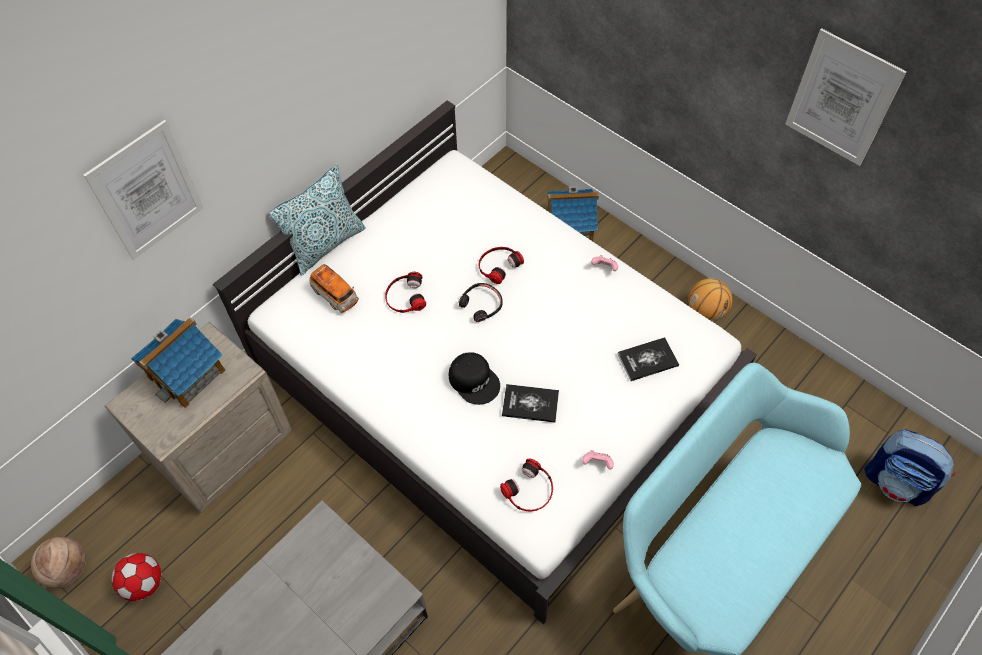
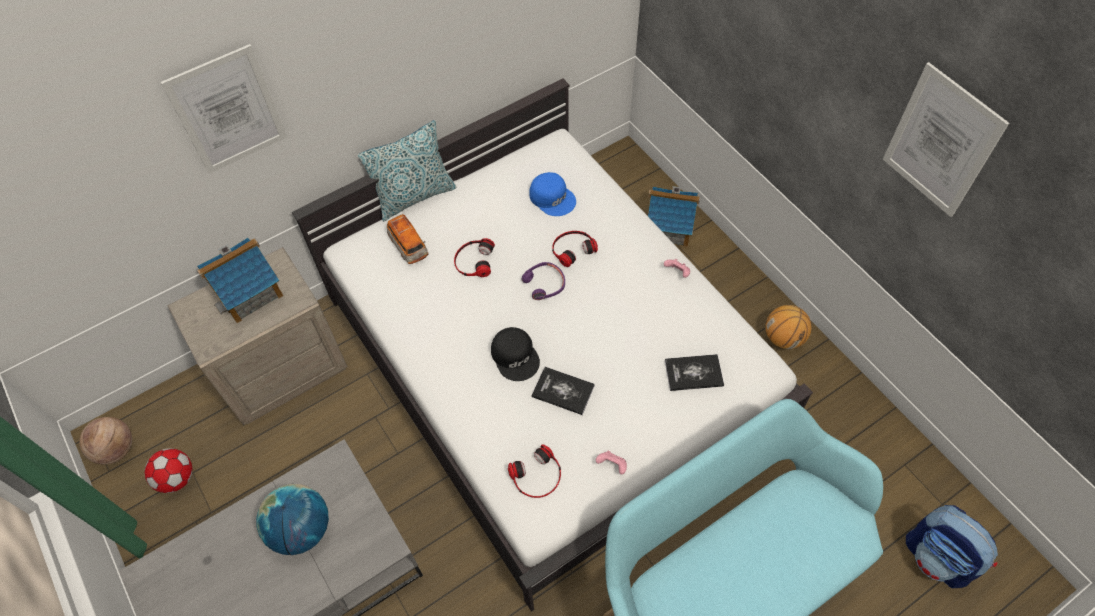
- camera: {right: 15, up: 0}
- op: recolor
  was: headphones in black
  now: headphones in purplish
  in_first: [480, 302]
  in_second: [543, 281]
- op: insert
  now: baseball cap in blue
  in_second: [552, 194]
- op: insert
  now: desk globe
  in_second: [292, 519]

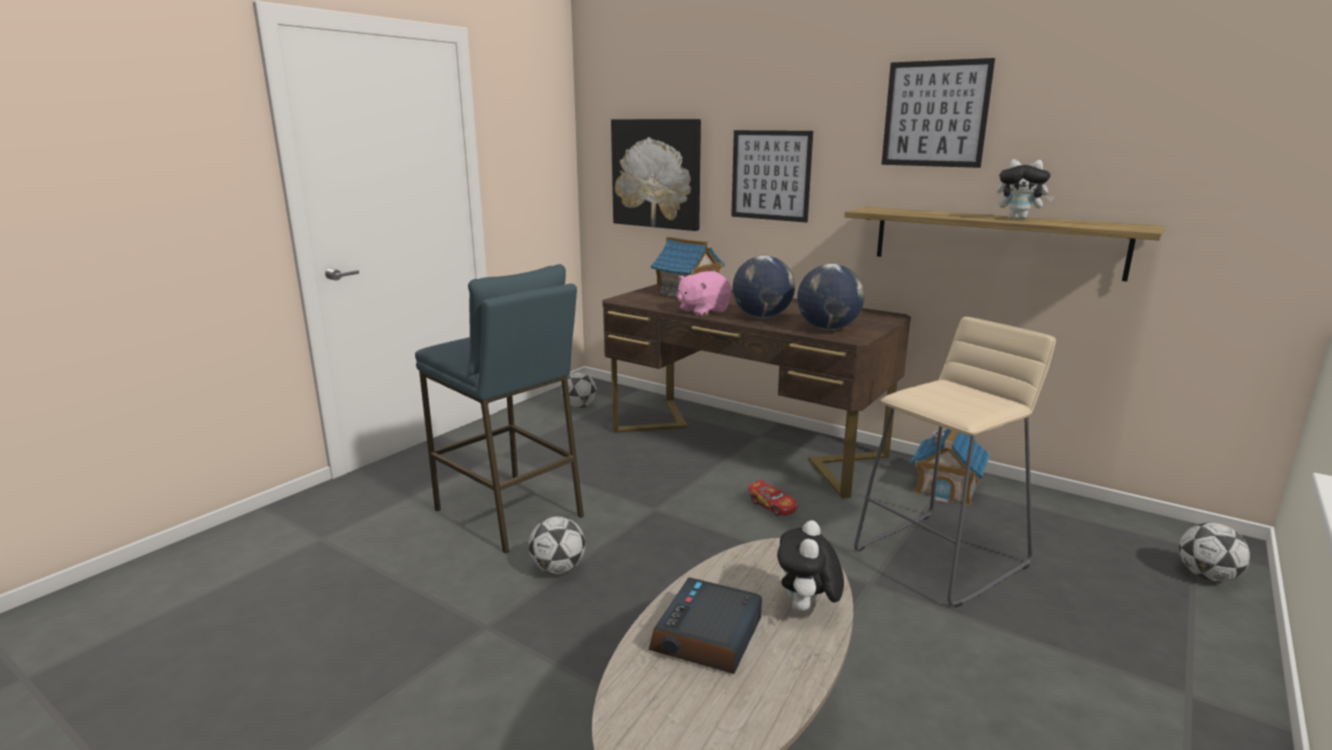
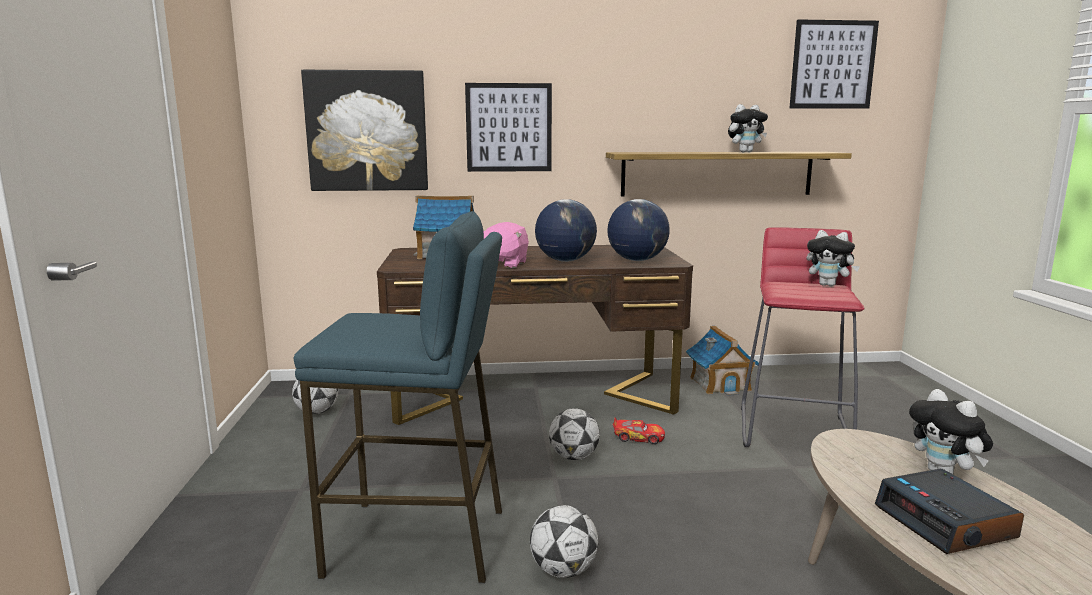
- camera: {right: -40, up: -5}
- op: move
  was: wall art
  in_first: [938, 113]
  in_second: [834, 64]
- op: recolor
  was: stool seat in beige-coloured
  now: stool seat in red
  in_first: [955, 462]
  in_second: [803, 337]
- op: move
  was: football
  in_first: [1214, 552]
  in_second: [574, 434]
- op: insert
  now: plush toy
  in_second: [833, 258]

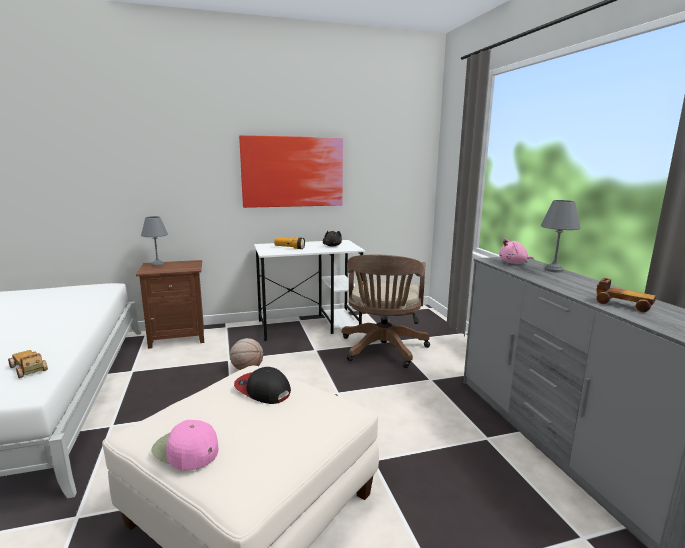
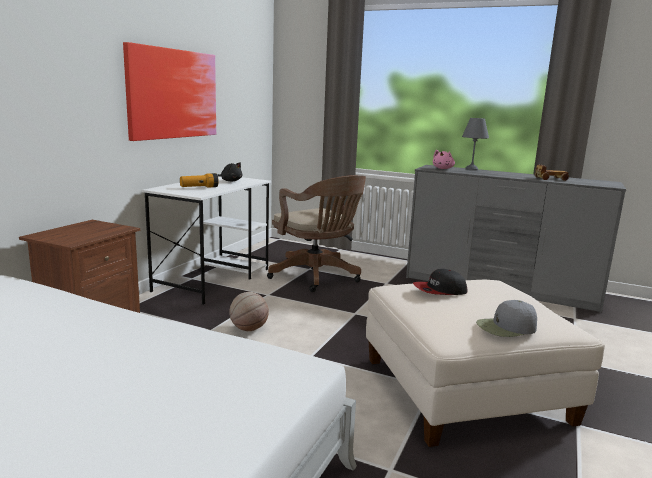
- camera: {right: -50, up: 0}
- op: delete
  was: table lamp in gray
  in_first: [154, 241]
- op: delete
  was: miniature car
  in_first: [28, 364]
- op: recolor
  was: baseball cap in pink-coloured
  now: baseball cap in gray
  in_first: [185, 445]
  in_second: [506, 318]

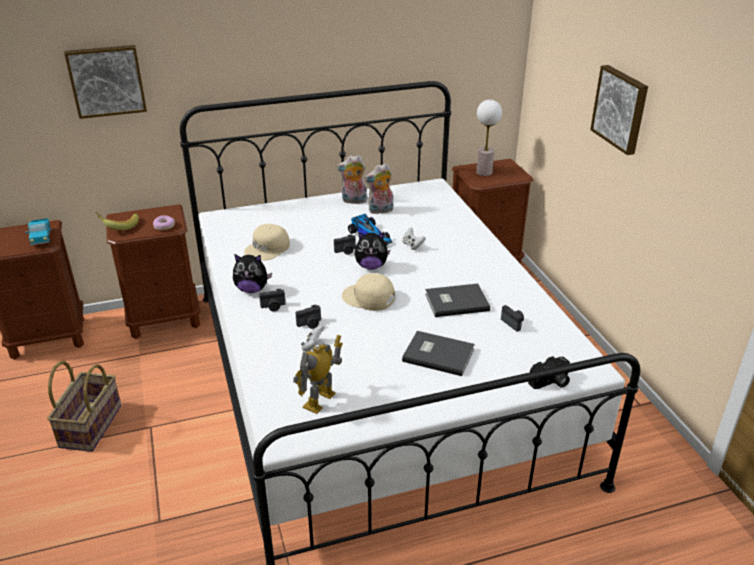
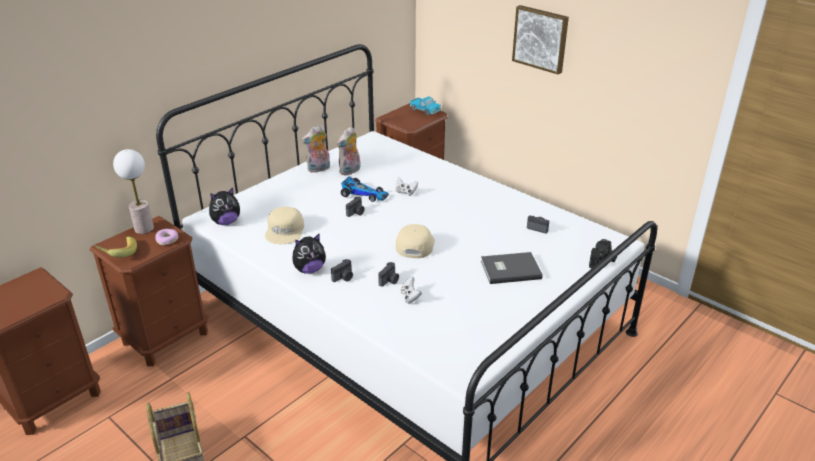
- camera: {right: -30, up: 0}
- op: delete
  was: wall art
  in_first: [105, 82]
- op: move
  was: table lamp
  in_first: [489, 138]
  in_second: [133, 191]
- op: move
  was: model truck
  in_first: [38, 231]
  in_second: [425, 105]
- op: move
  was: plush toy
  in_first: [372, 251]
  in_second: [224, 206]
- op: rotate
  was: baseball cap in beige-coloured
  in_first: [368, 292]
  in_second: [415, 241]
  clockwise: 105
- op: delete
  was: book in gray
  in_first: [457, 300]
- op: delete
  was: toy robot
  in_first: [318, 374]

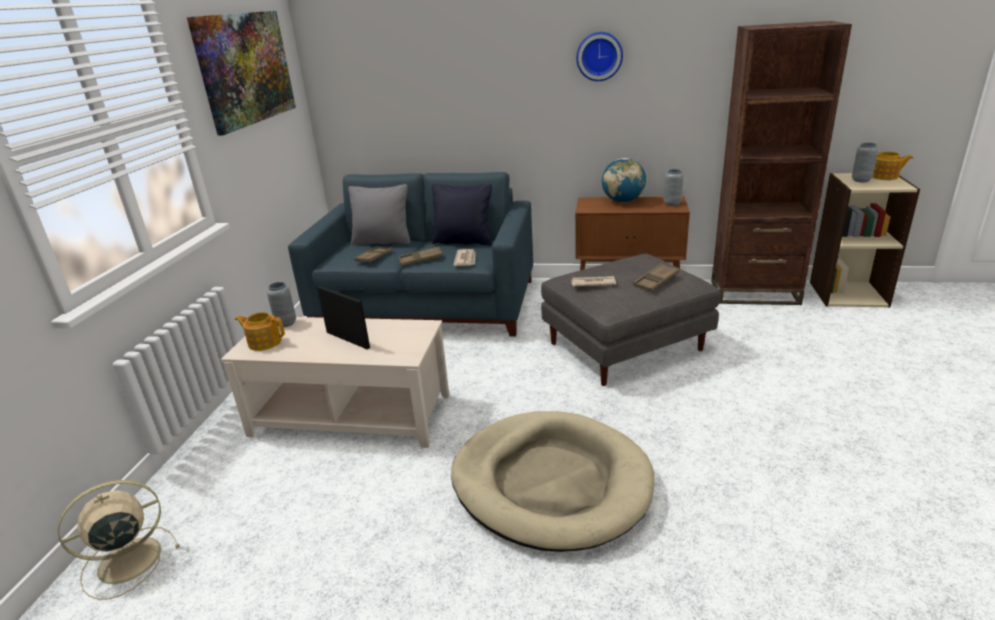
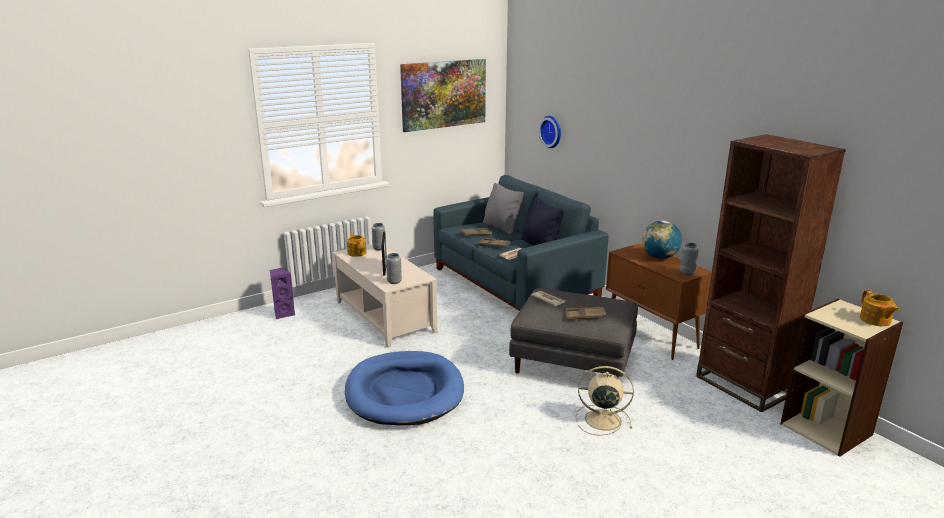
- camera: {right: 45, up: -5}
- op: move
  was: hanging clock
  in_first: [599, 56]
  in_second: [549, 132]
- op: move
  was: flower vase in gray
  in_first: [865, 162]
  in_second: [394, 268]
- op: recolor
  was: dog bed in beige-coloured
  now: dog bed in blue
  in_first: [553, 481]
  in_second: [404, 388]
- op: move
  was: cooling fan in beige-coloured
  in_first: [119, 540]
  in_second: [605, 401]
- op: insert
  now: loudspeaker in purplish
  in_second: [282, 293]

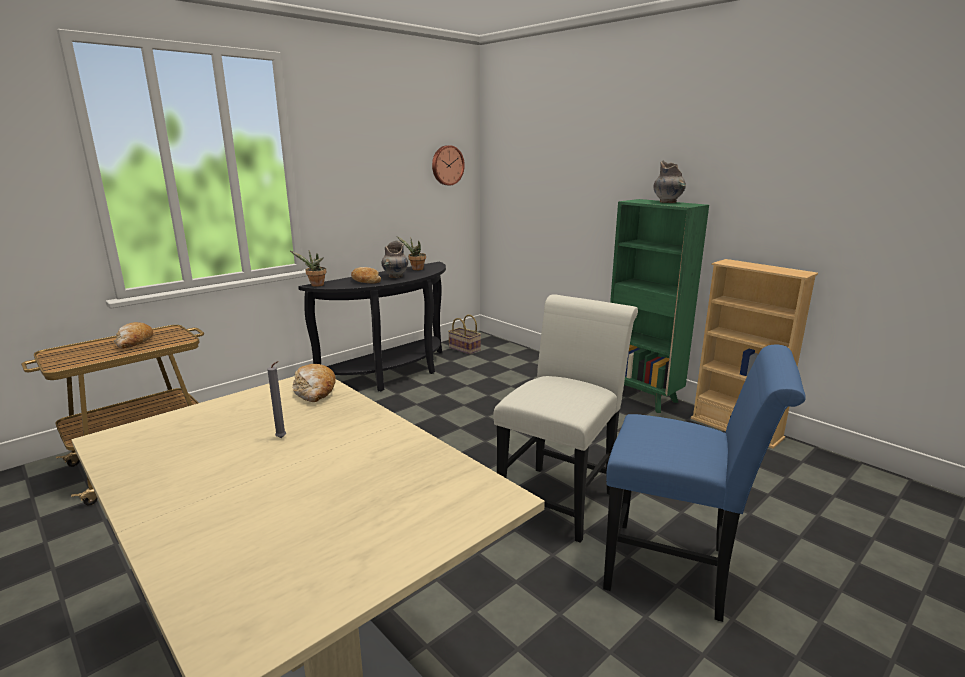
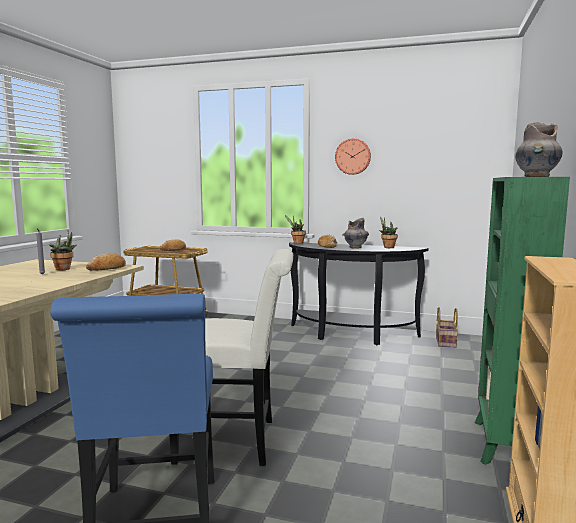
- camera: {right: 60, up: -10}
- op: move
  was: hanging clock
  in_first: [448, 165]
  in_second: [353, 156]
- op: insert
  now: houseplant
  in_second: [63, 251]

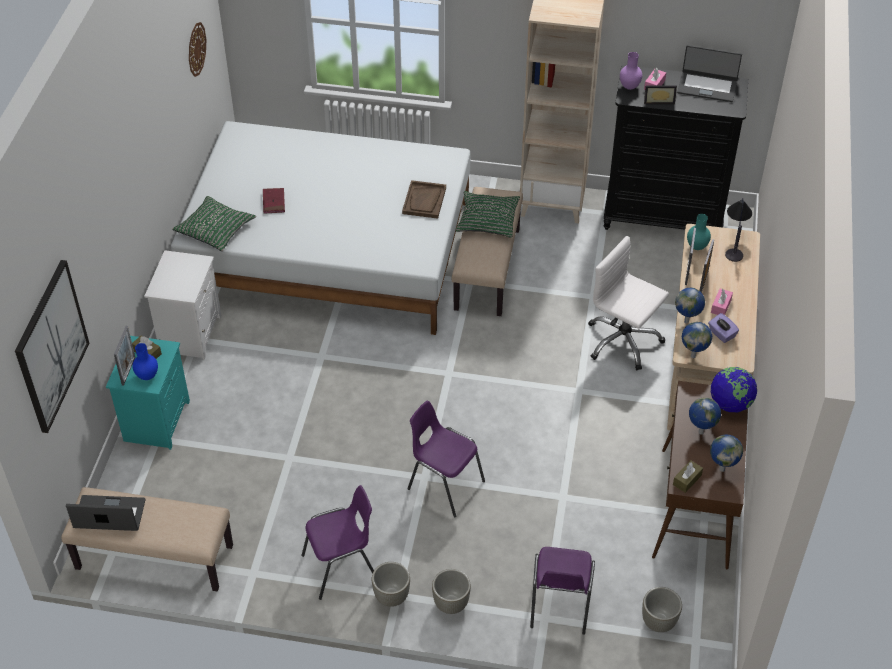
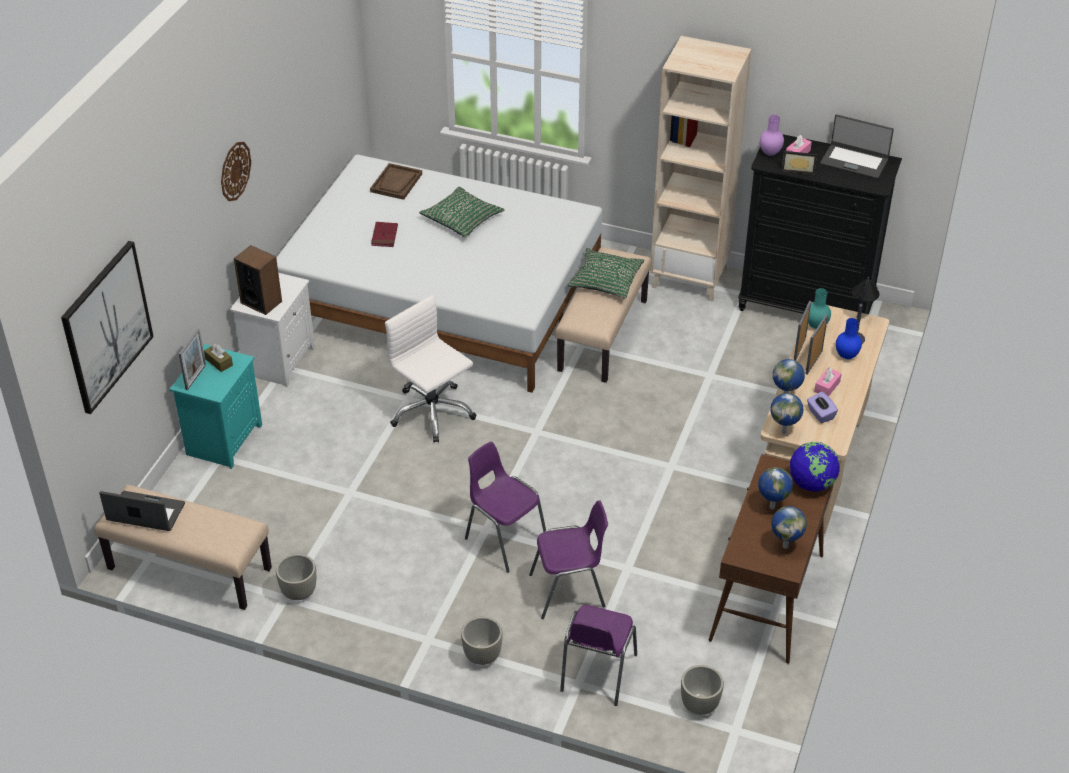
- camera: {right: 10, up: -5}
- op: move
  was: hanging clock
  in_first: [197, 49]
  in_second: [236, 171]
- op: move
  was: carrying tray in brown-coloured
  in_first: [424, 199]
  in_second: [396, 181]
- op: move
  was: cushion in green-coloured
  in_first: [214, 223]
  in_second: [462, 212]
- op: move
  was: desk chair in white
  in_first: [628, 303]
  in_second: [430, 369]
- op: move
  was: flower vase in blue
  in_first: [145, 361]
  in_second: [849, 338]
- op: delete
  was: box of tissues in brown-coloured
  in_first: [688, 476]
- op: move
  was: plain chair in purplish
  in_first: [338, 542]
  in_second: [568, 559]
- op: move
  was: flower pot in gray
  in_first: [391, 584]
  in_second: [296, 577]
- op: insert
  now: loudspeaker
  in_second: [258, 280]

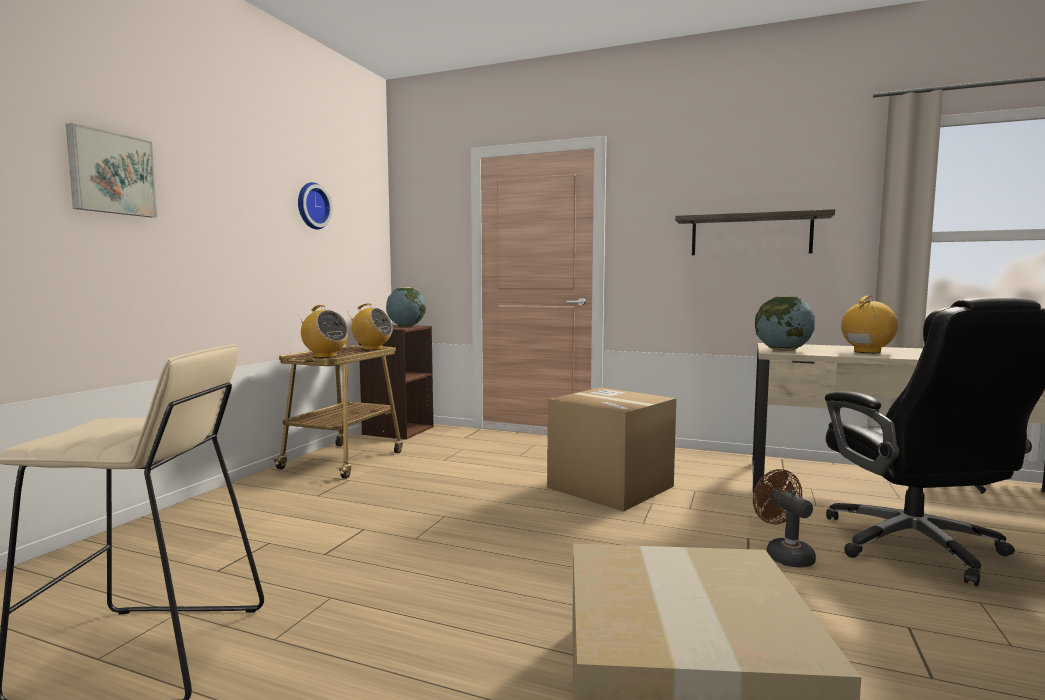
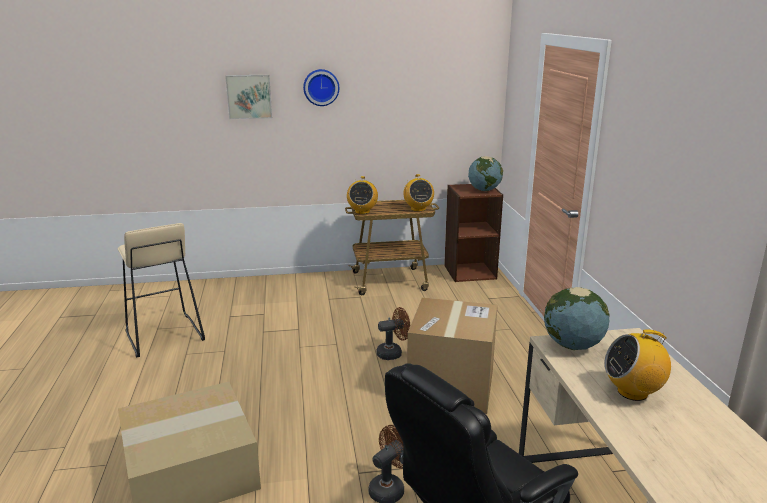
- camera: {right: 60, up: 15}
- op: move
  was: hanging clock
  in_first: [315, 206]
  in_second: [321, 87]
- op: delete
  was: wall shelf
  in_first: [755, 232]
- op: rotate
  was: radio set
  in_first: [869, 324]
  in_second: [637, 365]
  clockwise: 150
- op: insert
  now: cooling fan in brown-coloured
  in_second: [393, 333]

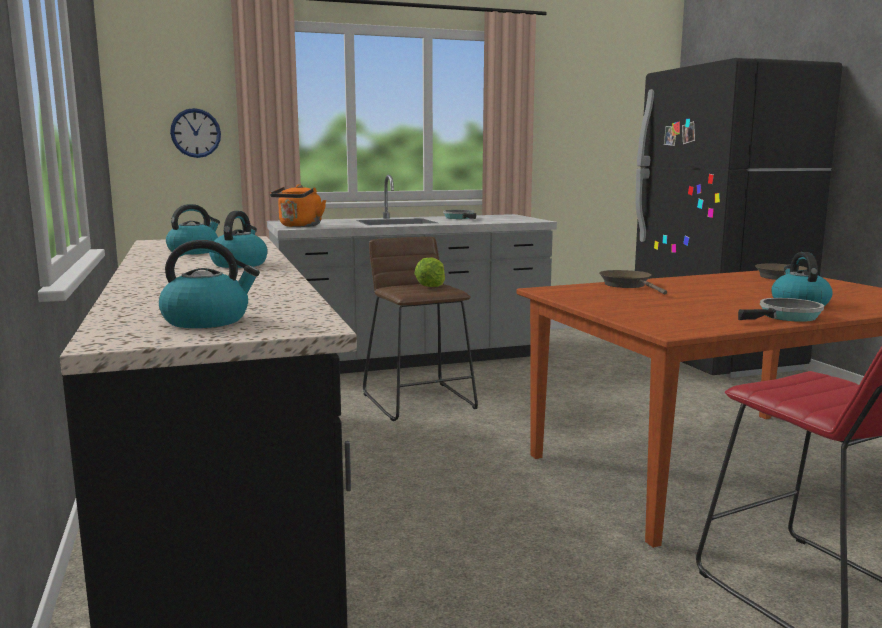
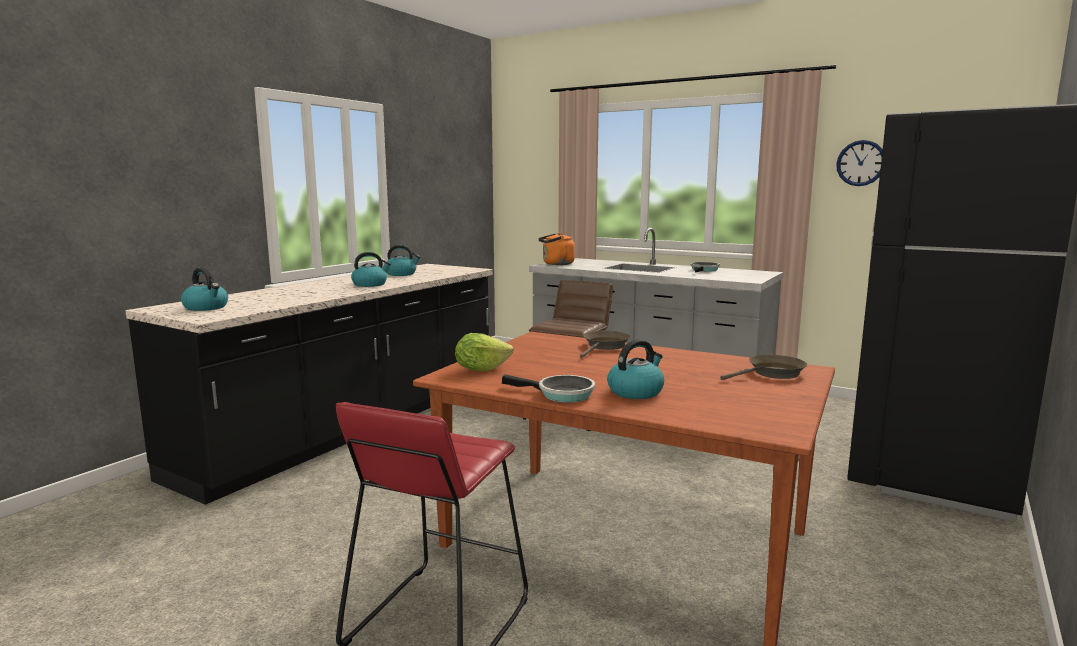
- camera: {right: 50, up: 0}
- op: move
  was: hanging clock
  in_first: [195, 133]
  in_second: [859, 163]
- op: move
  was: lettuce head
  in_first: [429, 272]
  in_second: [484, 352]

